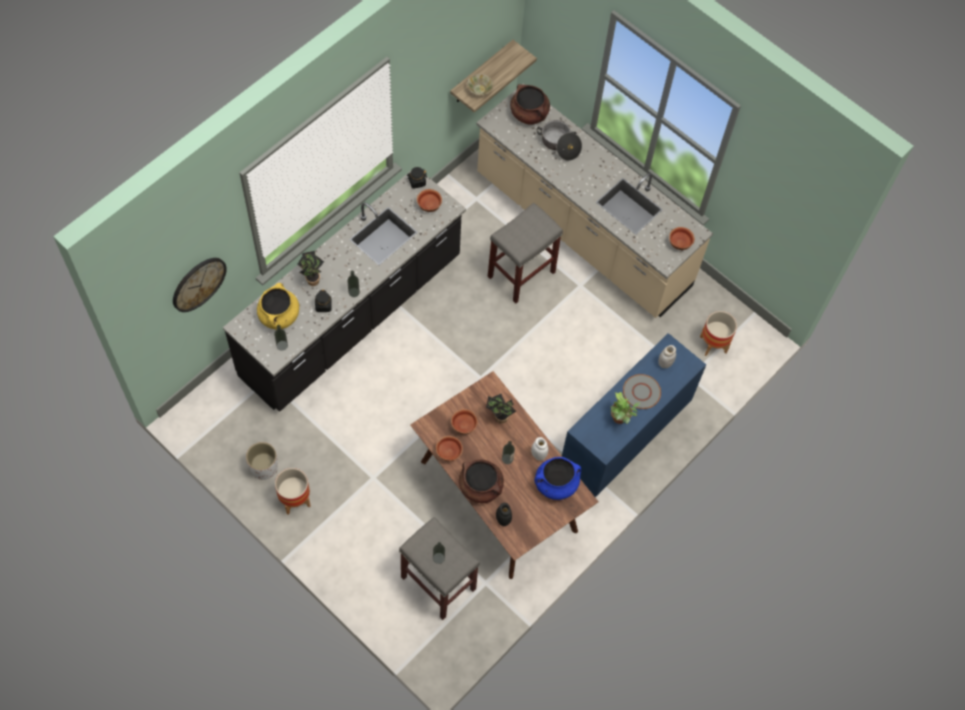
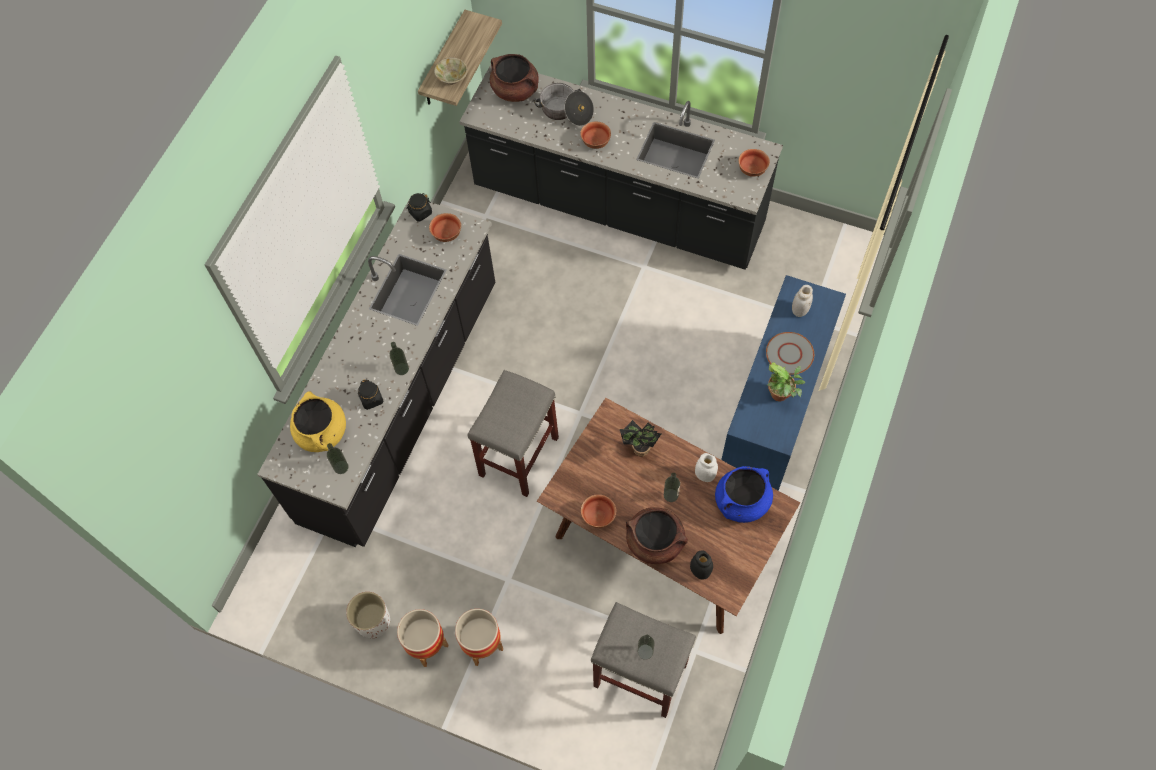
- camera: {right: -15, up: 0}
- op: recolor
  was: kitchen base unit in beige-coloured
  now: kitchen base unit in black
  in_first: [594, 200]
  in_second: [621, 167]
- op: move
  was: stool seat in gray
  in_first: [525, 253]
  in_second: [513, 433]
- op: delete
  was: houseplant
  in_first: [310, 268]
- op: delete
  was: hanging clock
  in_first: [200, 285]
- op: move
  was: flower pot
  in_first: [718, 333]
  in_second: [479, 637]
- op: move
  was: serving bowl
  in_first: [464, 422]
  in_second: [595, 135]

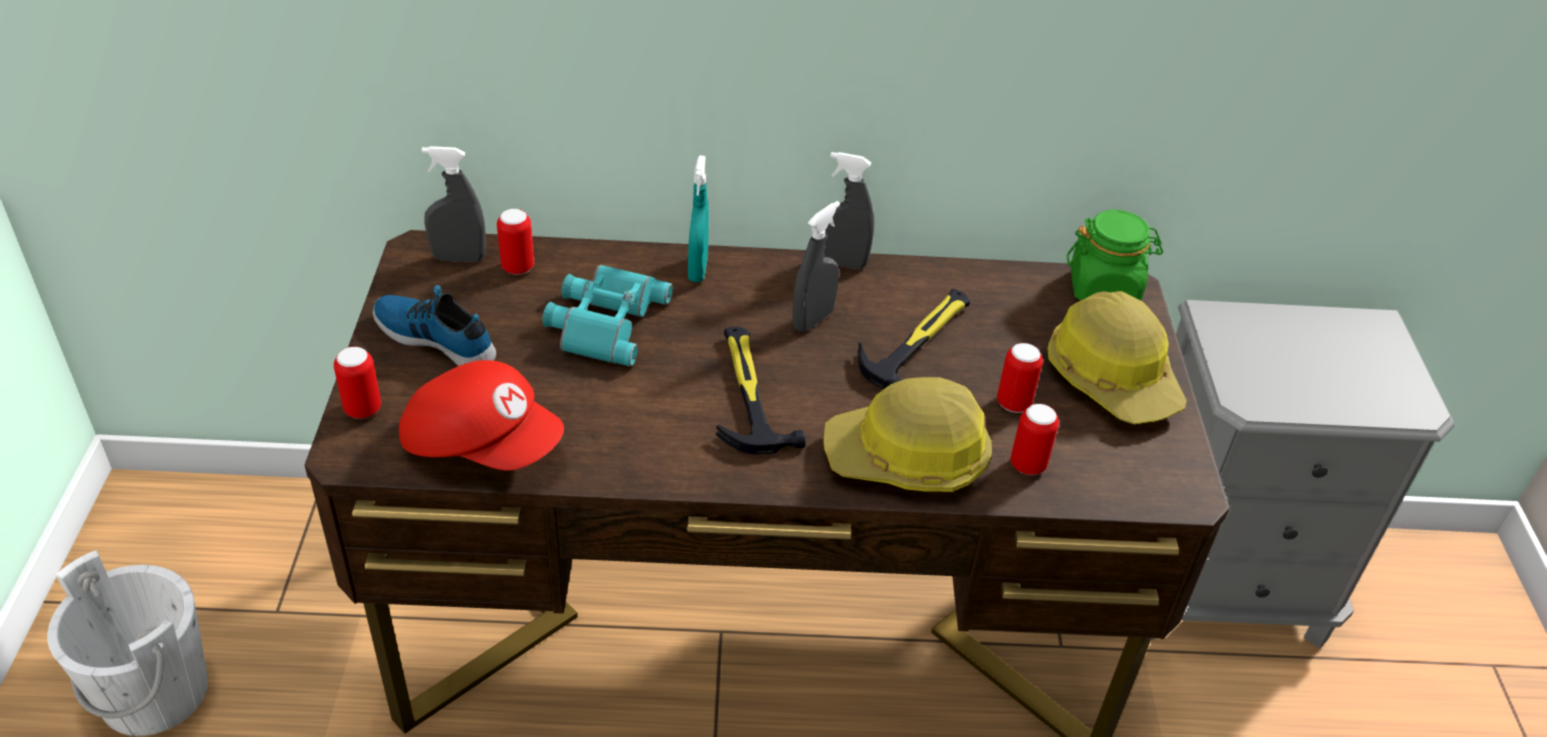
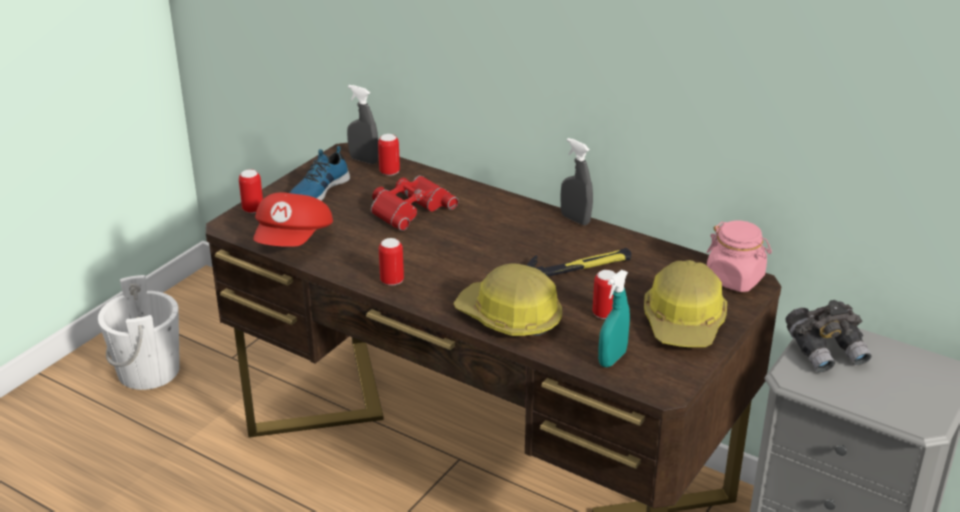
- camera: {right: 35, up: -10}
- op: move
  was: spray bottle in blue-green
  in_first: [698, 219]
  in_second: [614, 318]
- op: delete
  was: spray bottle in gray
  in_first: [816, 266]
- op: recolor
  was: preserve jar in green-coloured
  now: preserve jar in pink-coloured
  in_first: [1115, 255]
  in_second: [739, 256]
- op: recolor
  was: binoculars in blue-green
  now: binoculars in red
  in_first: [607, 316]
  in_second: [414, 203]
- op: rotate
  was: shoe
  in_first: [434, 325]
  in_second: [320, 173]
  clockwise: -120
- op: delete
  was: tool hammer
  in_first: [761, 390]
- op: rotate
  was: baseball cap in red
  in_first: [481, 415]
  in_second: [293, 219]
  clockwise: 45
- op: move
  was: can
  in_first: [1035, 439]
  in_second: [391, 262]
- op: insert
  now: binoculars in gray
  in_second: [828, 336]

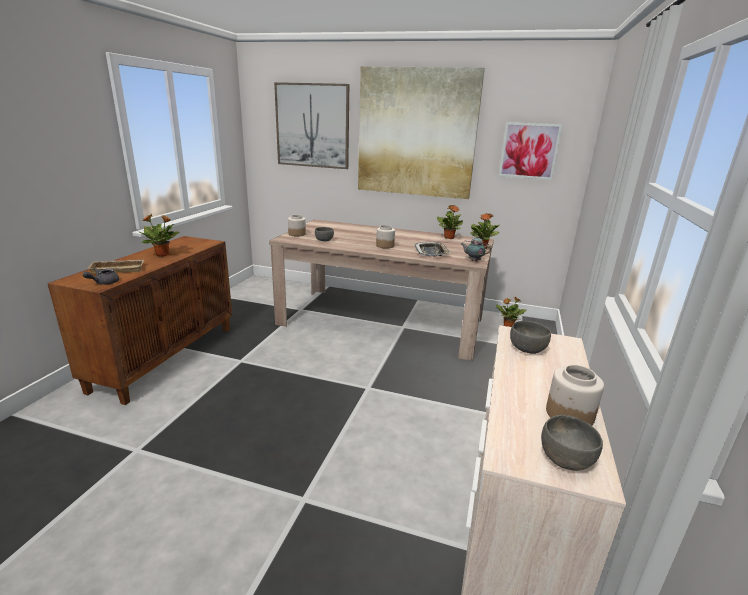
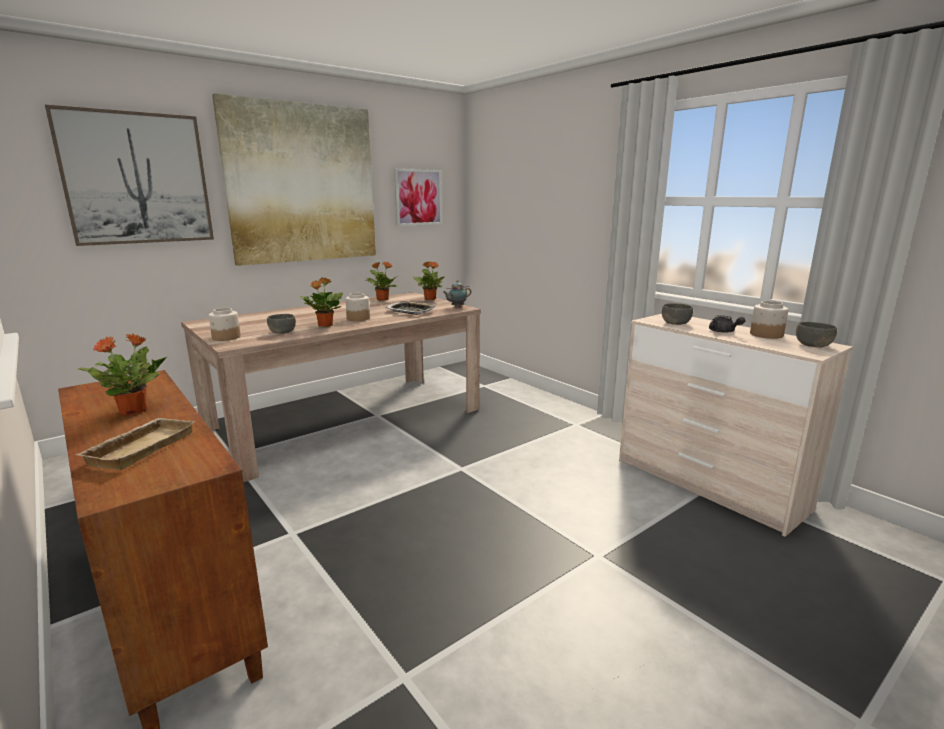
- camera: {right: -55, up: -5}
- op: move
  was: tea pot in gray
  in_first: [101, 276]
  in_second: [727, 324]
- op: move
  was: houseplant
  in_first: [511, 311]
  in_second: [321, 302]

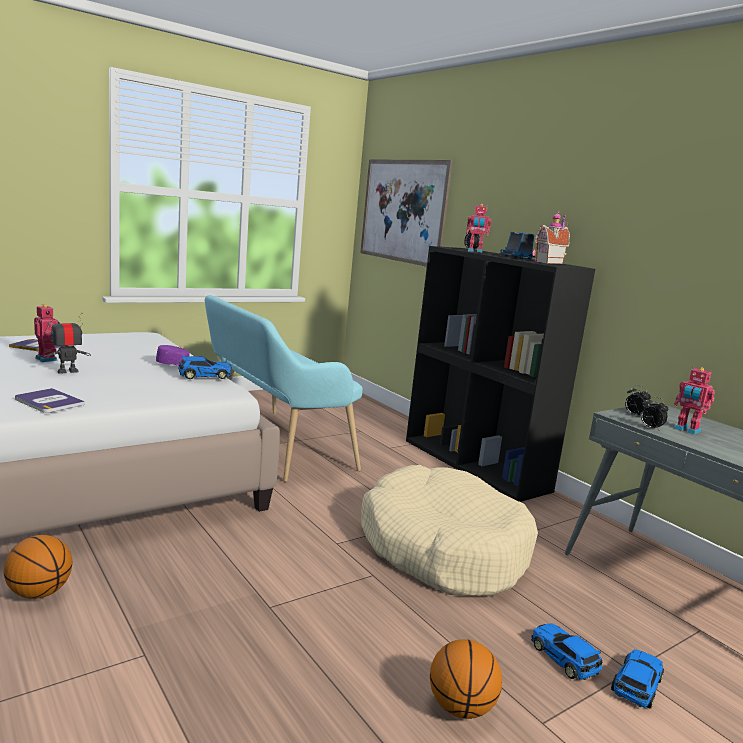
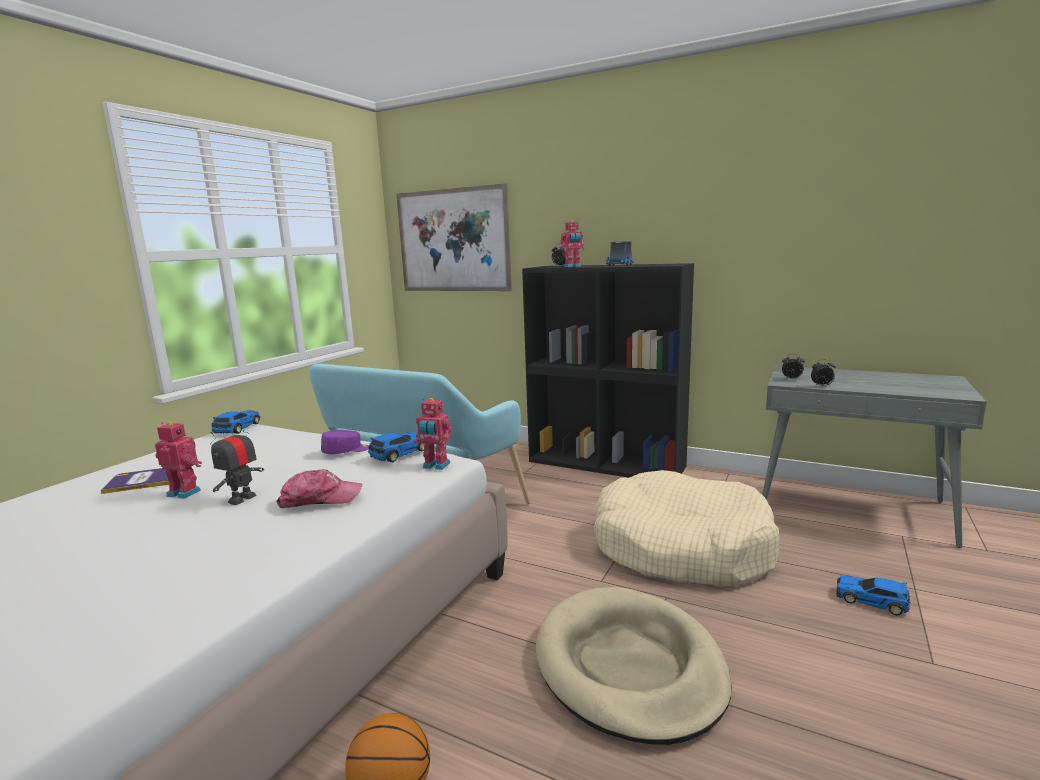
- camera: {right: -25, up: 0}
- op: delete
  was: miniature house
  in_first: [551, 237]
- op: move
  was: toy robot
  in_first: [694, 400]
  in_second: [433, 434]
- op: delete
  was: book
  in_first: [50, 400]
- op: delete
  was: basketball ball
  in_first: [466, 679]
- op: move
  was: miniature car
  in_first: [637, 679]
  in_second: [236, 422]
- op: insert
  now: baseball cap
  in_second: [319, 488]
- op: insert
  now: dog bed in beige-coloured
  in_second: [634, 666]

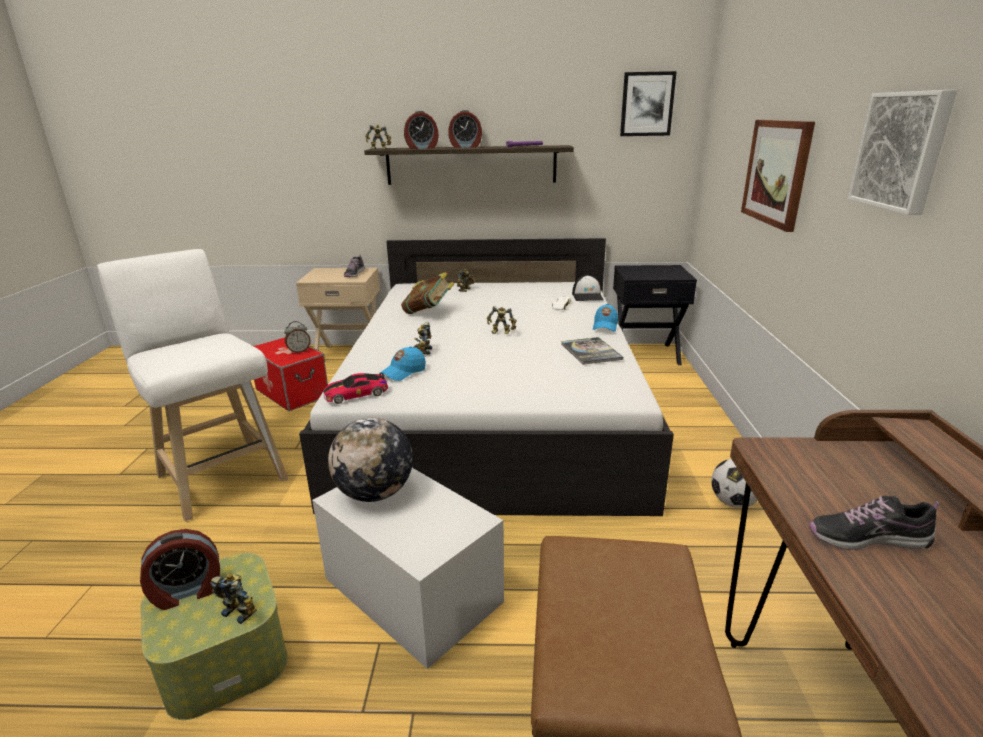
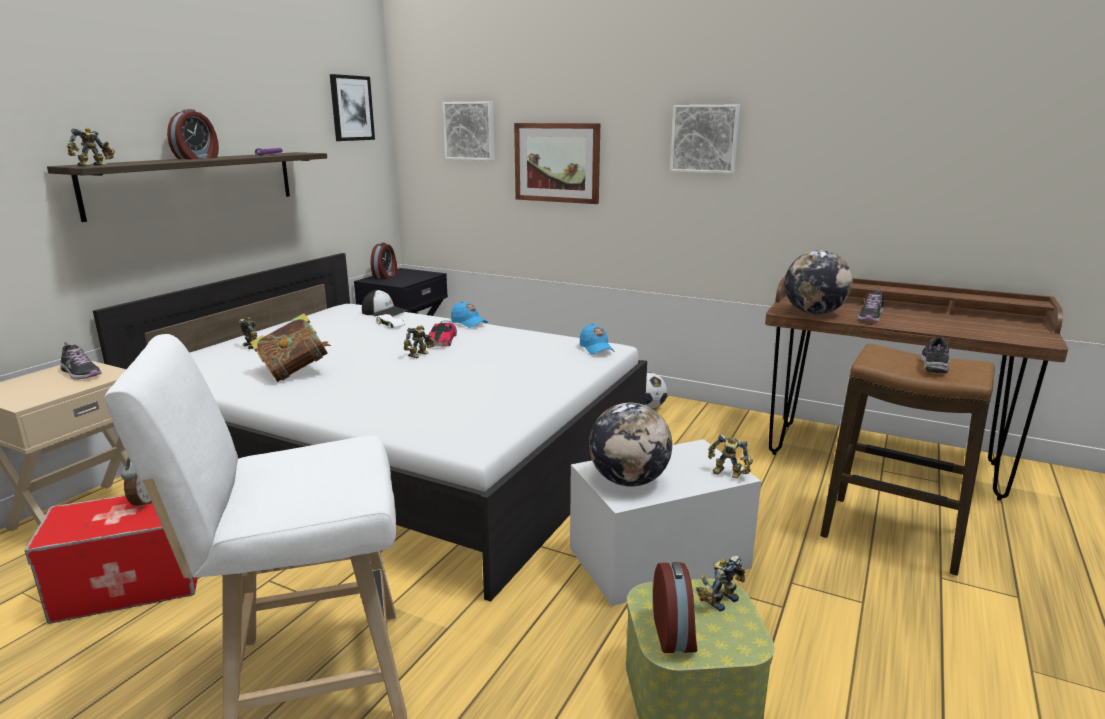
- camera: {right: -65, up: -5}
- op: move
  was: table clock
  in_first: [421, 130]
  in_second: [383, 261]
- op: move
  was: toy robot
  in_first: [422, 338]
  in_second: [730, 456]
- op: delete
  was: book
  in_first: [592, 351]
- op: move
  was: baseball cap in blue
  in_first: [403, 363]
  in_second: [597, 339]
- op: move
  was: miniature car
  in_first: [355, 388]
  in_second: [442, 334]
- op: insert
  now: wall art
  in_second: [469, 131]
- op: insert
  now: desk globe
  in_second: [819, 282]
- op: insert
  now: shoe
  in_second: [934, 355]

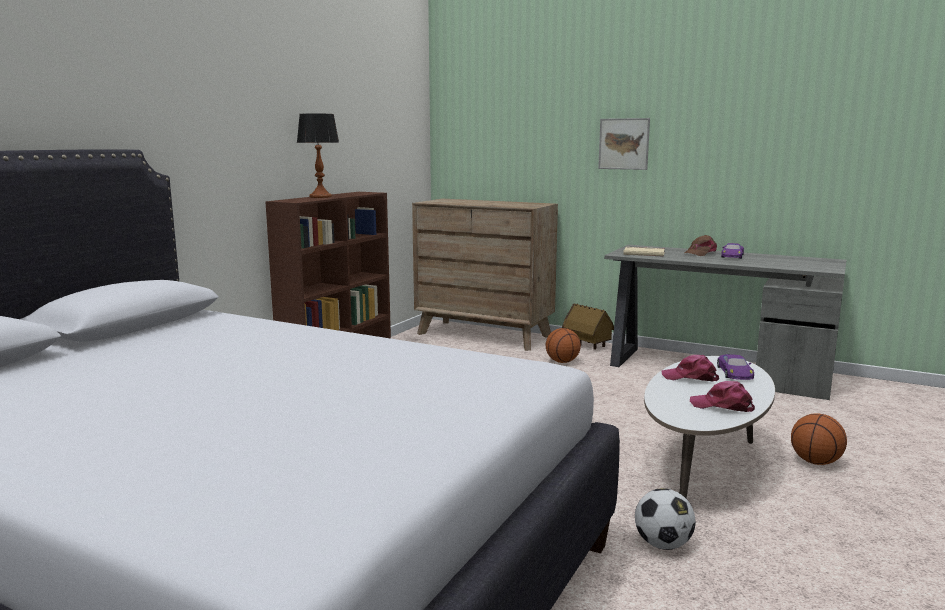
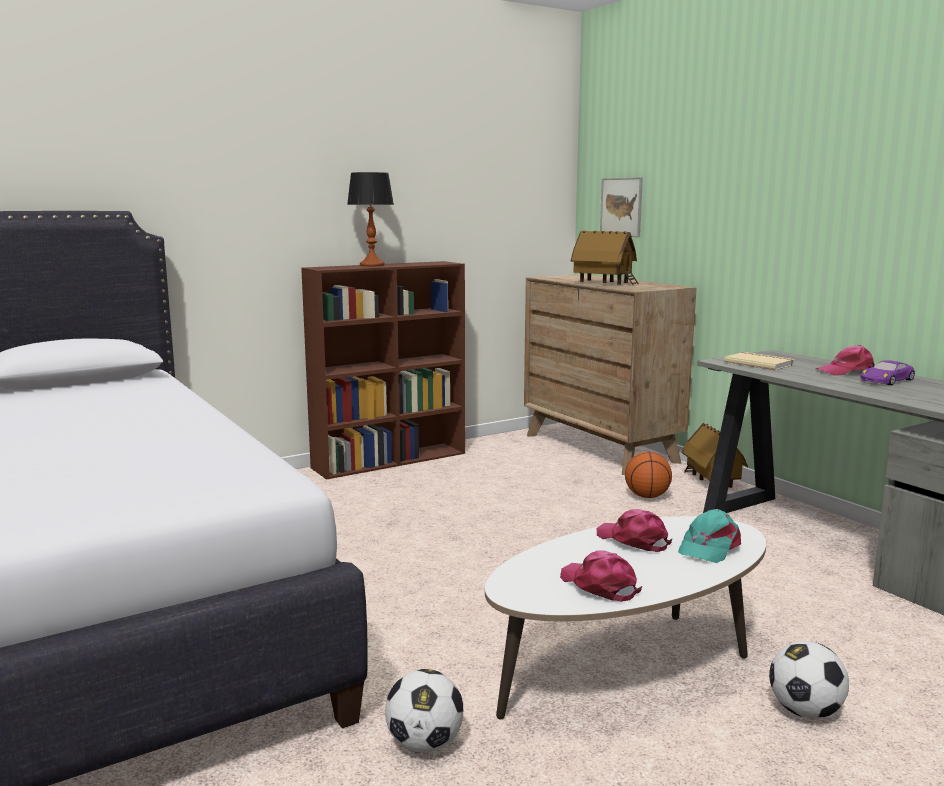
- camera: {right: 30, up: 0}
- op: move
  was: wall art
  in_first: [624, 144]
  in_second: [621, 207]
- op: recolor
  was: baseball cap in brown-coloured
  now: baseball cap in pink-coloured
  in_first: [700, 245]
  in_second: [845, 360]
- op: replace
  was: miniature car in purplish
  now: baseball cap in blue-green
  in_first: [735, 367]
  in_second: [709, 536]
- op: replace
  was: basketball ball
  now: football
  in_first: [819, 439]
  in_second: [809, 679]
- op: insert
  now: miniature house
  in_second: [605, 258]

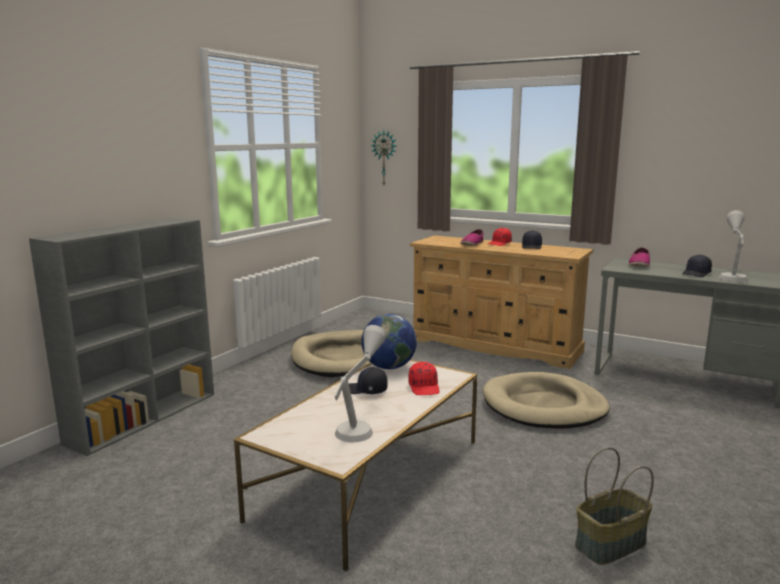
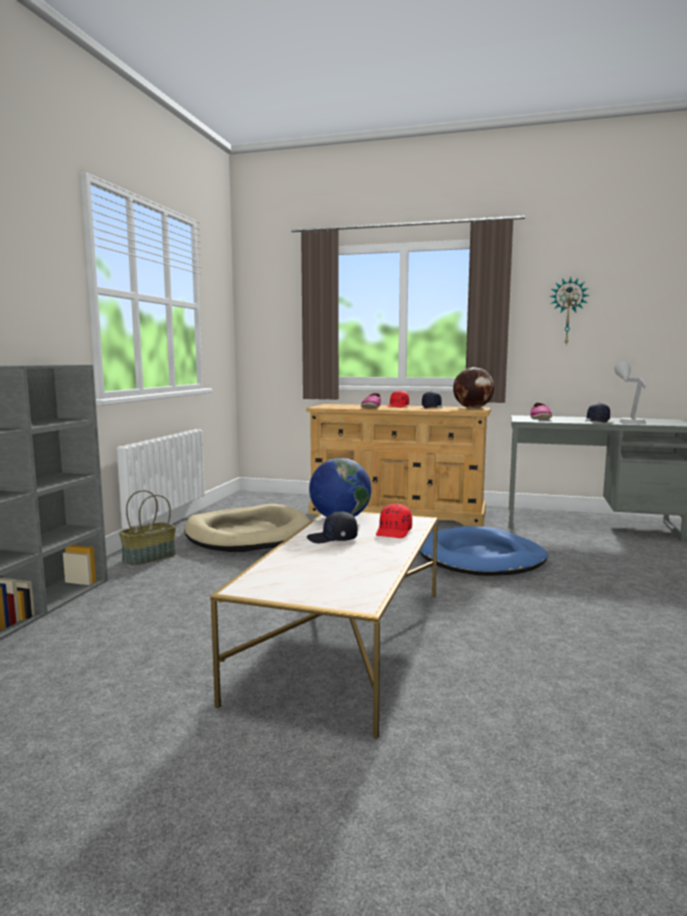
- camera: {right: -15, up: -5}
- op: move
  was: hanging clock
  in_first: [384, 157]
  in_second: [569, 311]
- op: delete
  was: table lamp in gray
  in_first: [361, 383]
- op: rotate
  was: baseball cap in red
  in_first: [423, 378]
  in_second: [394, 521]
  clockwise: 45
- op: recolor
  was: dog bed in beige-coloured
  now: dog bed in blue
  in_first: [546, 400]
  in_second: [484, 551]
- op: move
  was: basket
  in_first: [614, 506]
  in_second: [147, 528]
- op: insert
  now: desk globe
  in_second: [473, 388]

